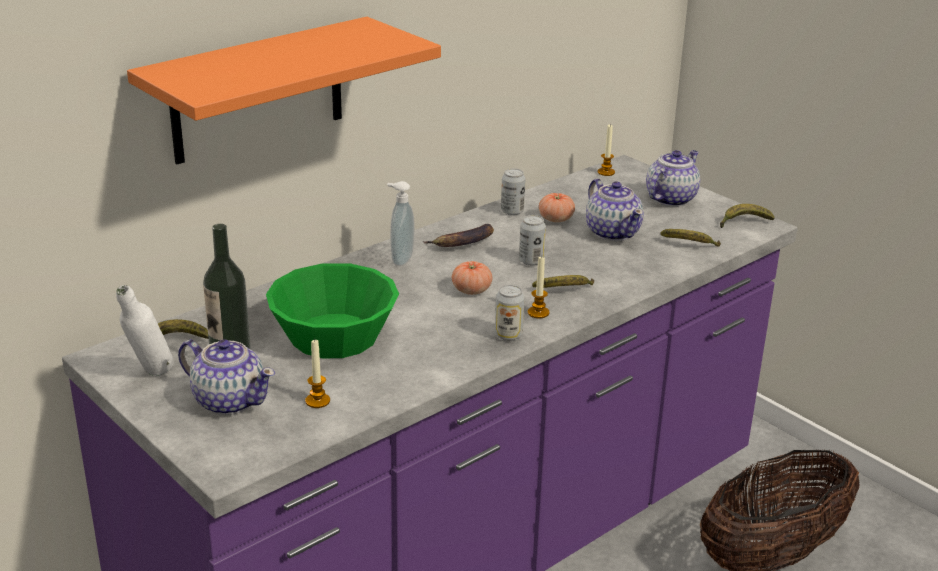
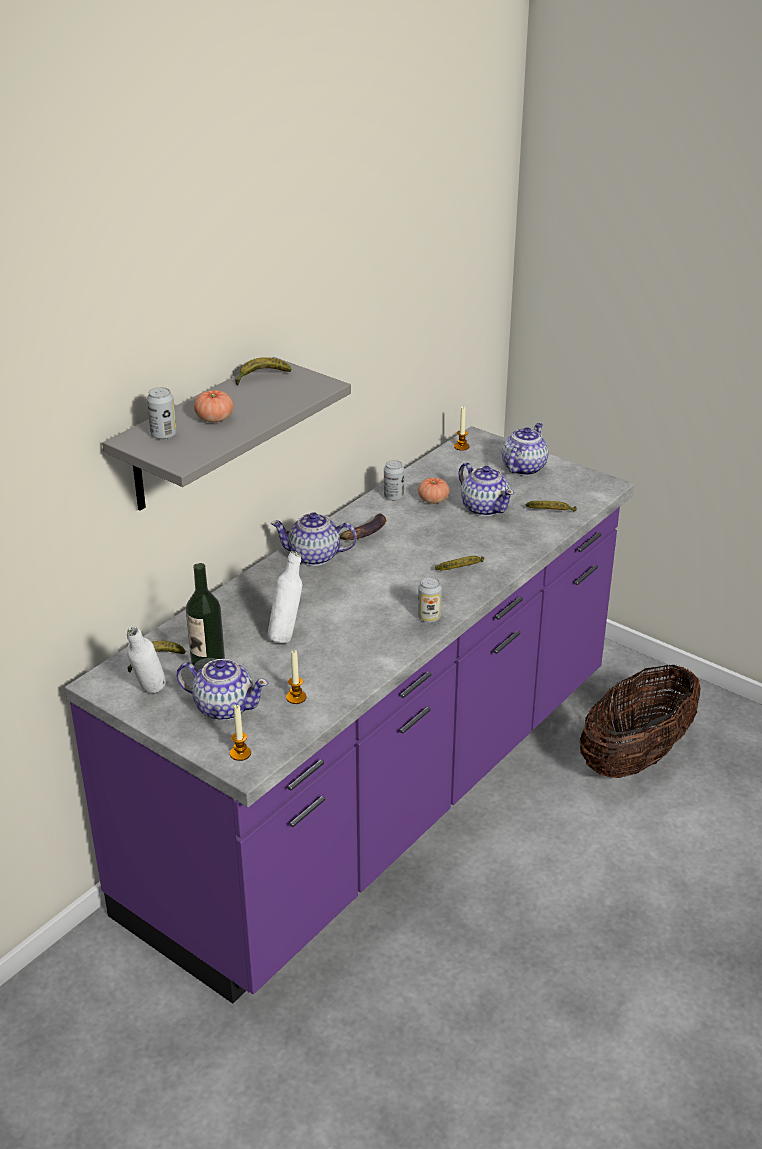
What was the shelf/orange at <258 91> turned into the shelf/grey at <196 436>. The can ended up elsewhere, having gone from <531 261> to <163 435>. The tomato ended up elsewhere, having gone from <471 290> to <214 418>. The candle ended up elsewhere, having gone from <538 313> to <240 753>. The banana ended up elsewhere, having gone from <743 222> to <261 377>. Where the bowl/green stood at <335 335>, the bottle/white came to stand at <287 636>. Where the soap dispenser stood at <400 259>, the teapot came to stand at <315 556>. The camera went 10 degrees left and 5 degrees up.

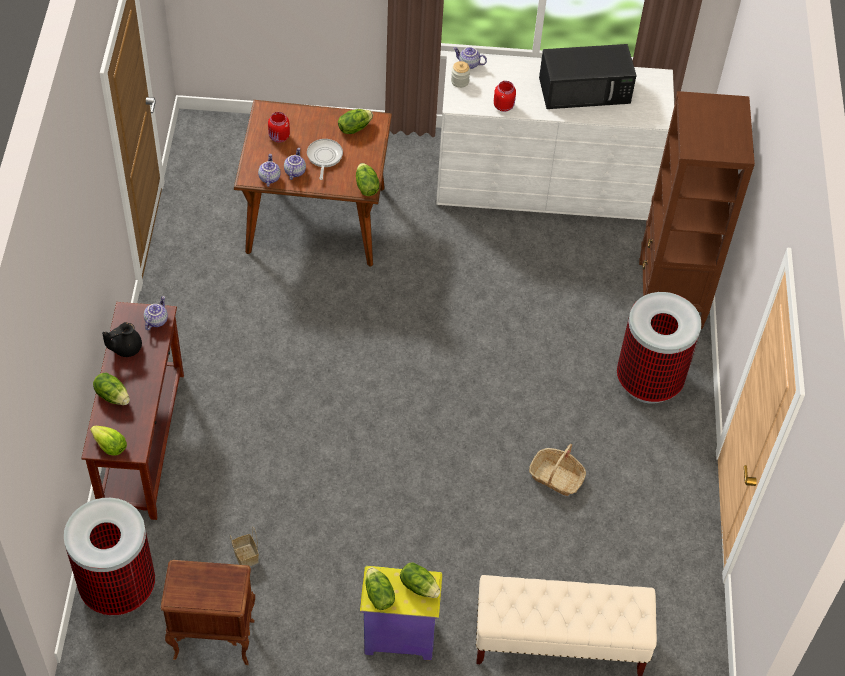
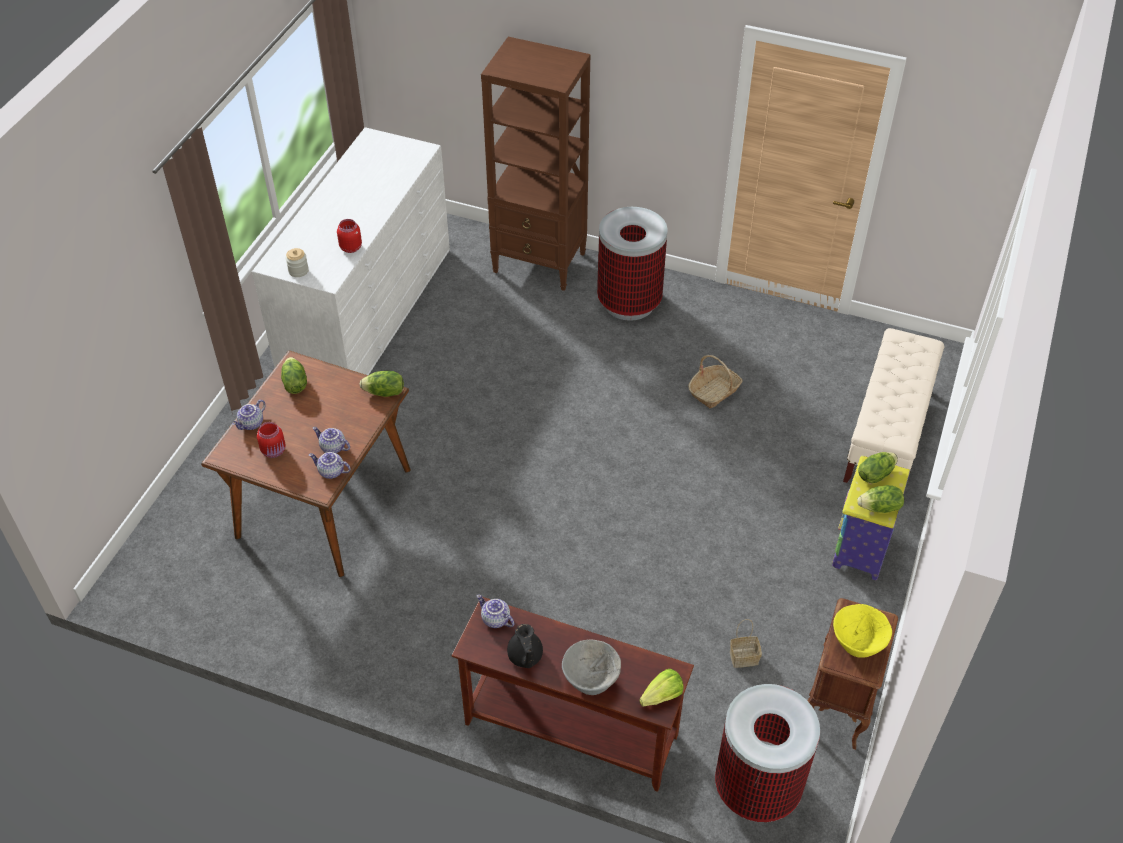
The teapot ended up elsewhere, having gone from <468 64> to <251 424>. Where the lettuce stood at <113 395>, the bowl/grey came to stand at <590 681>. The second view gained the bowl/yellow at <857 645>. The second view lost the frying pan at <324 157>. The second view lost the microwave/black at <586 90>. The camera went 70 degrees left and 5 degrees down.

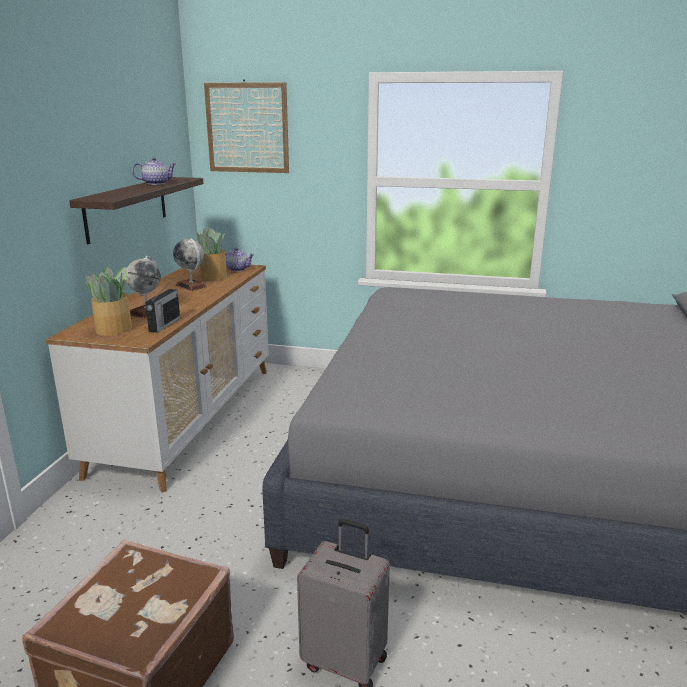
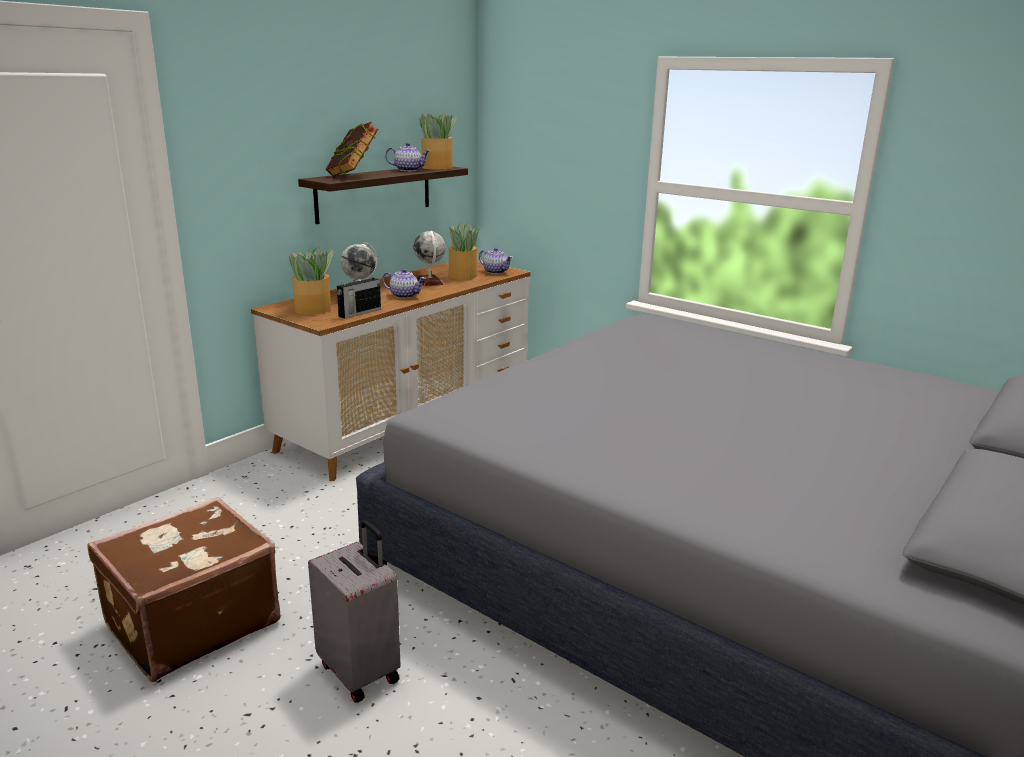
The second view gained the book at <353 176>. The second view gained the teapot at <404 296>. The second view gained the potted plant at <438 167>. The second view lost the picture at <247 126>. The camera went 25 degrees right and 0 degrees up.

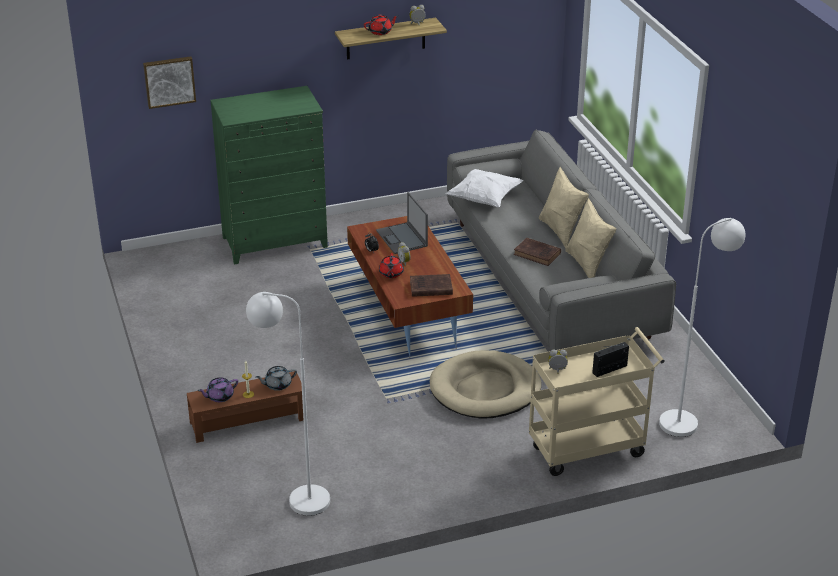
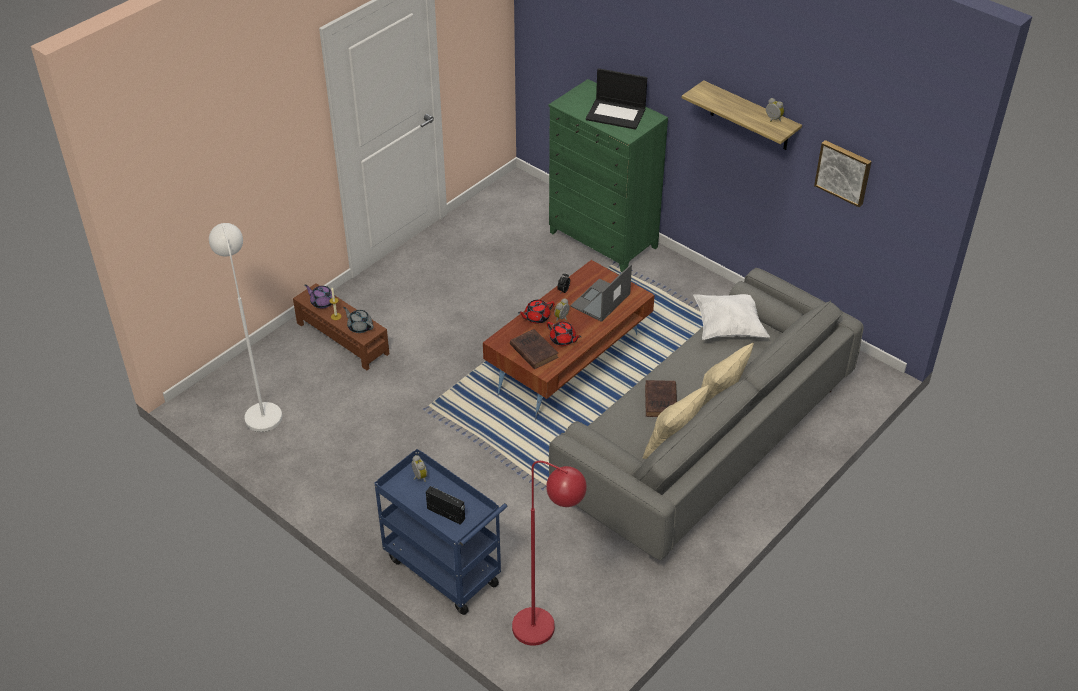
What was the cart/beige at <589 451> turned into the cart/blue at <445 574>. What was the floor lamp/white at <687 421> turned into the floor lamp/red at <545 633>. The teapot/red ended up elsewhere, having gone from <380 32> to <563 340>. The second view gained the laptop at <616 114>. The picture ended up elsewhere, having gone from <169 81> to <844 172>. The second view lost the dog bed/beige at <485 389>. The camera went 60 degrees right and 10 degrees up.

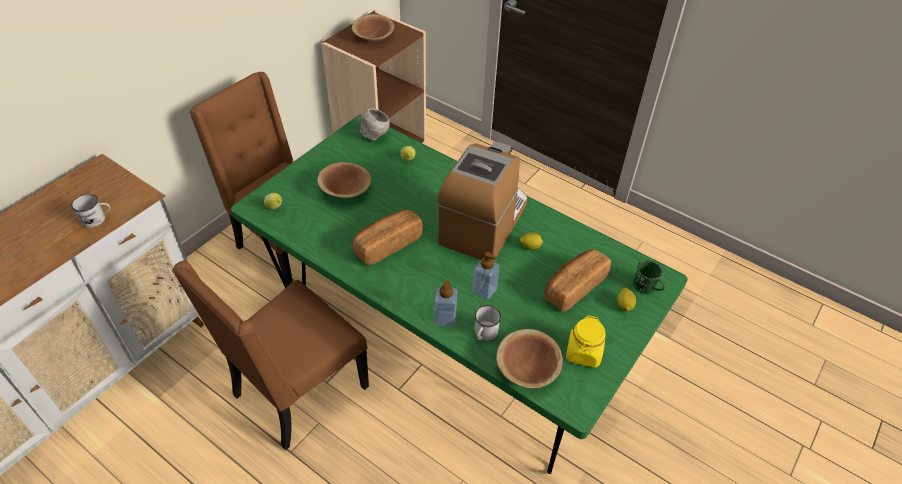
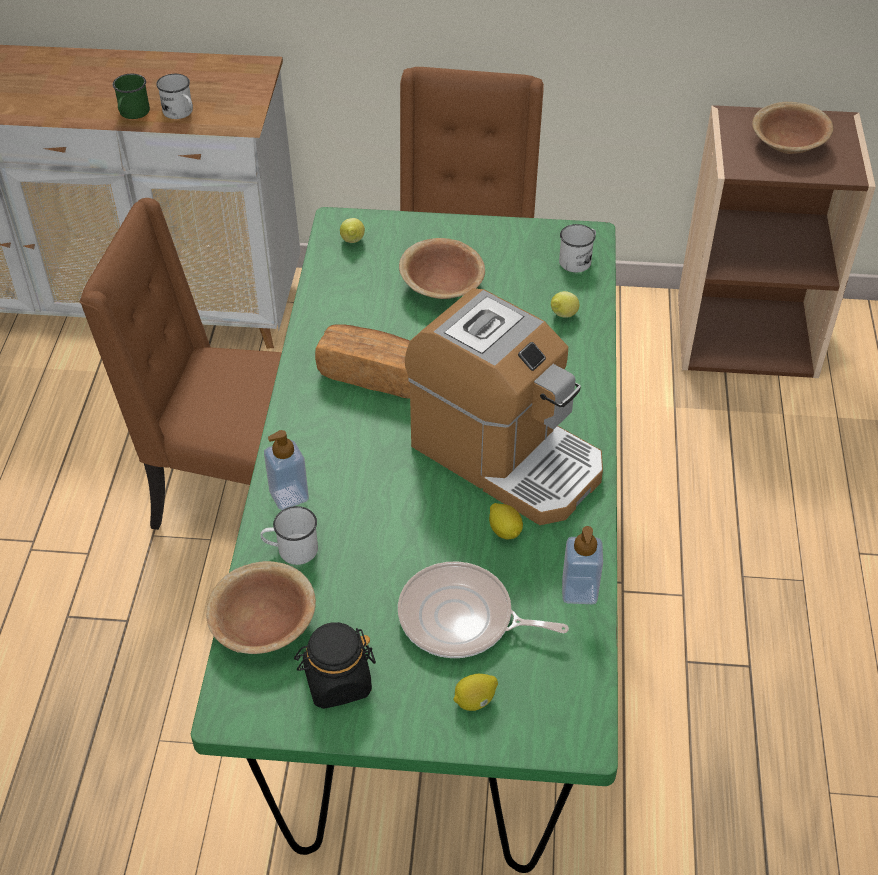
The mug/green ended up elsewhere, having gone from <647 287> to <132 114>. What was the jar/yellow at <583 353> turned into the jar/black at <337 682>. Where the bread stood at <573 287>, the frying pan came to stand at <461 619>. The coffee machine at <483 223> ended up facing another way, 45 degrees clockwise from before. Where the bowl/grey stood at <375 136>, the mug/white came to stand at <578 259>. The soap dispenser ended up elsewhere, having gone from <484 290> to <579 591>. The camera went 60 degrees right and 0 degrees up.

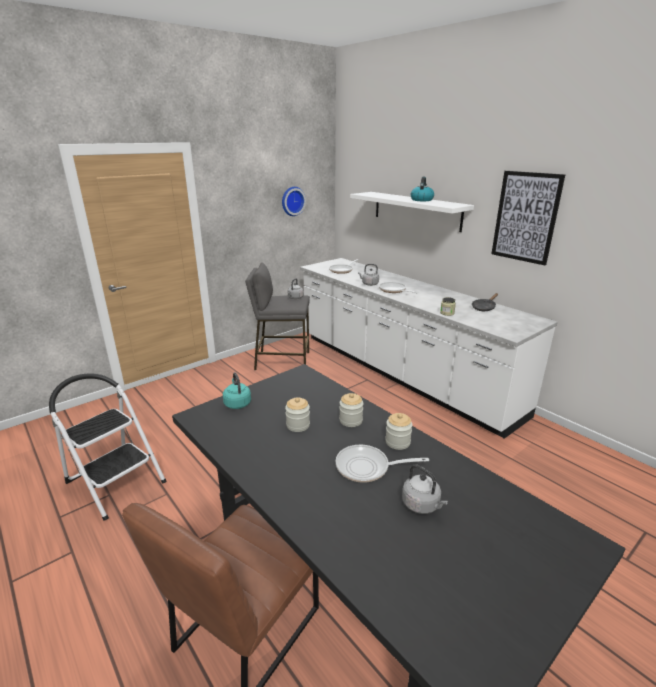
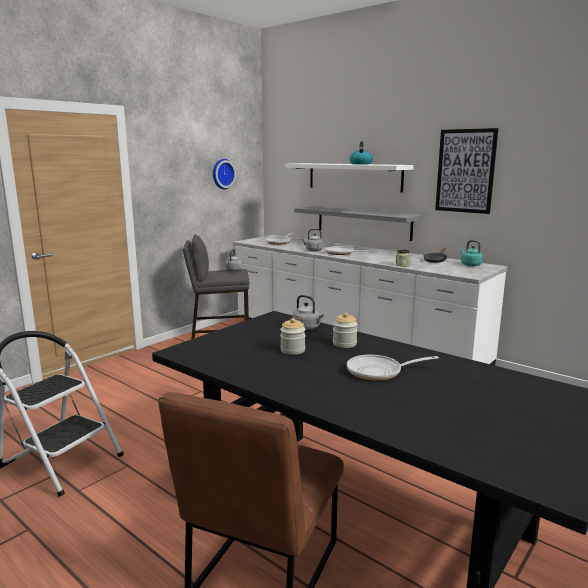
The kettle/grey ended up elsewhere, having gone from <422 505> to <307 328>. The second view gained the shelf/grey at <363 222>. The kettle/turquoise ended up elsewhere, having gone from <237 403> to <470 265>. The second view lost the jar at <397 442>. The camera went 10 degrees left and 10 degrees down.

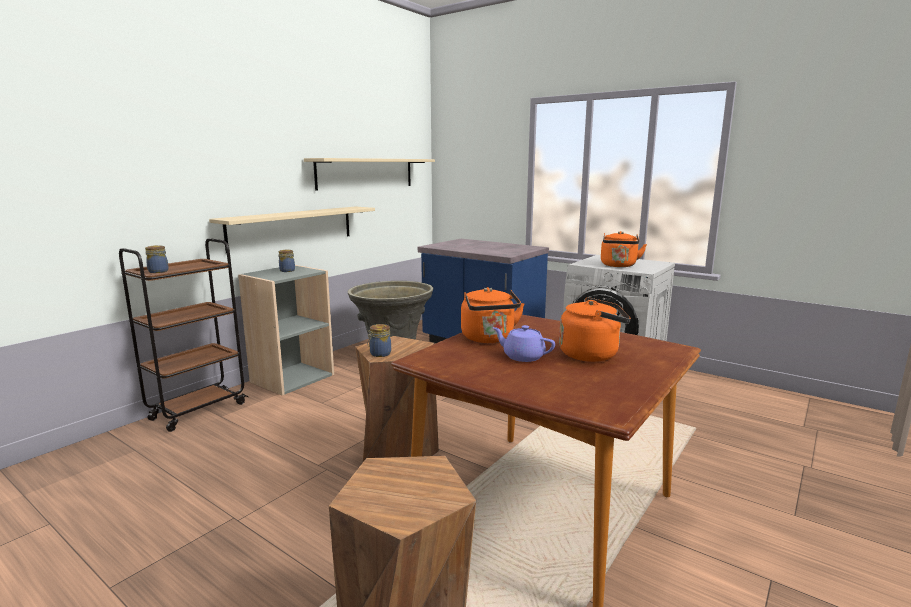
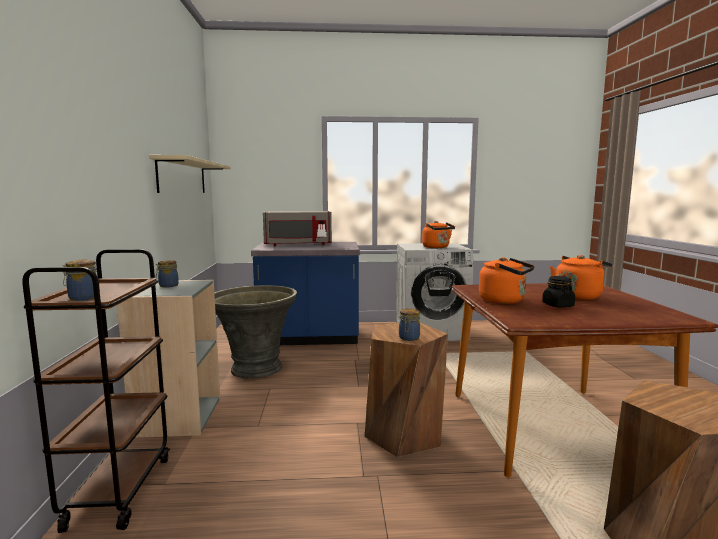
The second view gained the microwave/grey at <297 244>. Where the teapot/purple stood at <522 356>, the jar/black came to stand at <557 305>. The second view lost the shelf/beige at <292 228>. The camera went 40 degrees left and 5 degrees down.

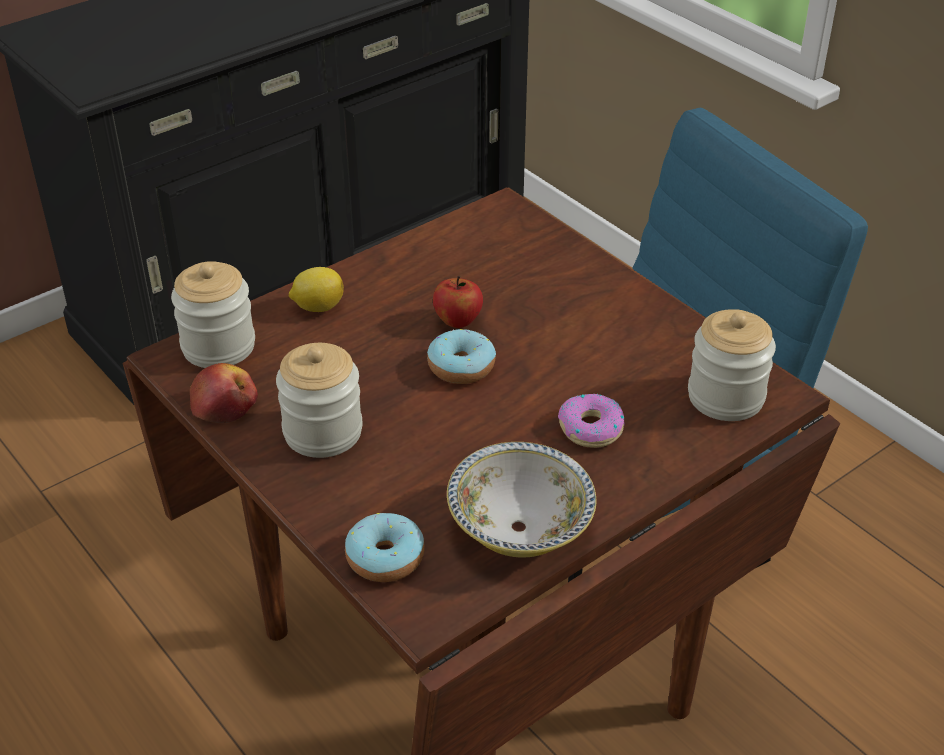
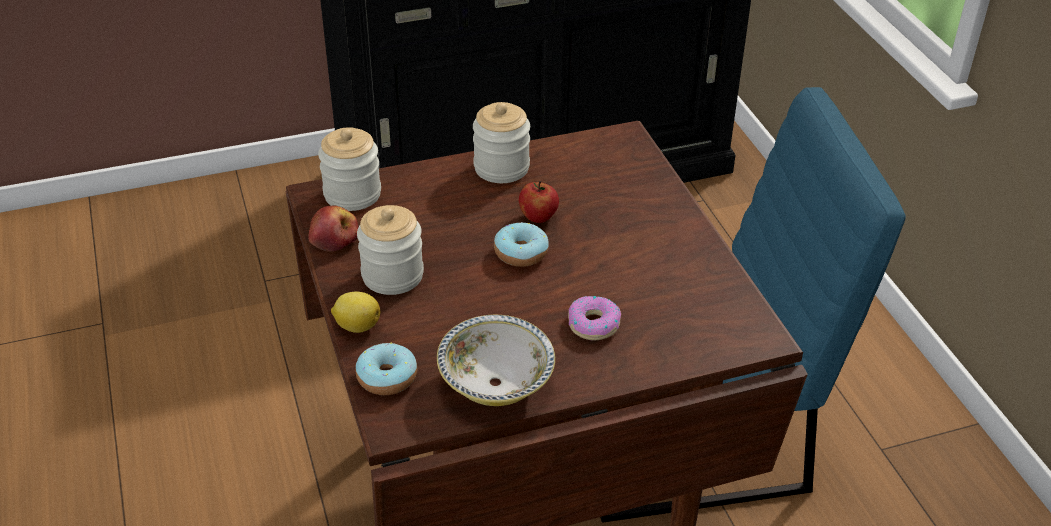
The lemon ended up elsewhere, having gone from <317 307> to <356 326>. The jar ended up elsewhere, having gone from <725 397> to <501 168>. The camera went 20 degrees right and 0 degrees up.

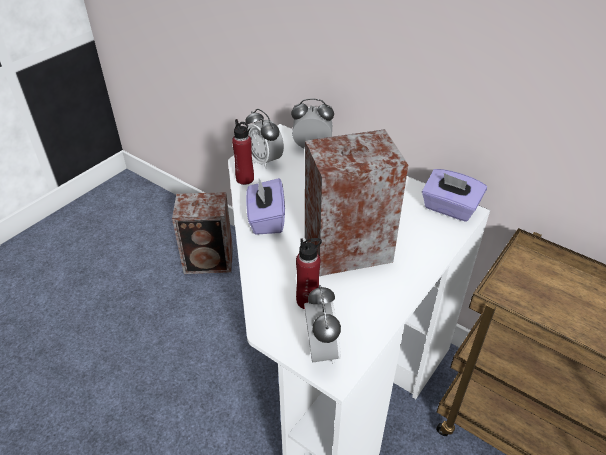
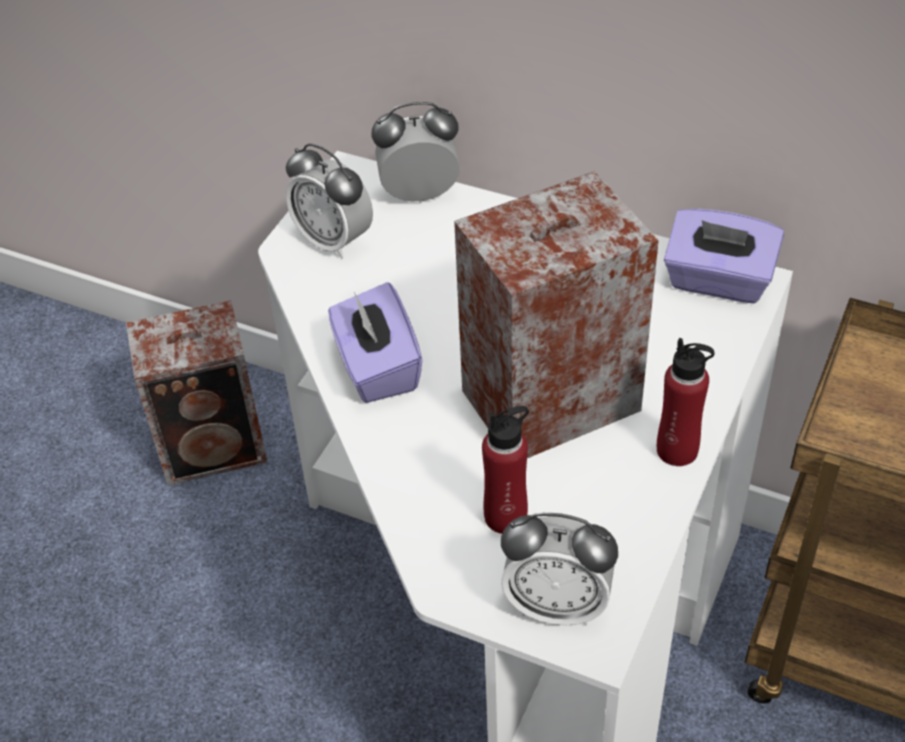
The alarm clock at <321 350> ended up facing another way, 120 degrees clockwise from before. The bottle/red ended up elsewhere, having gone from <245 179> to <677 450>. The camera went 10 degrees left and 5 degrees up.

